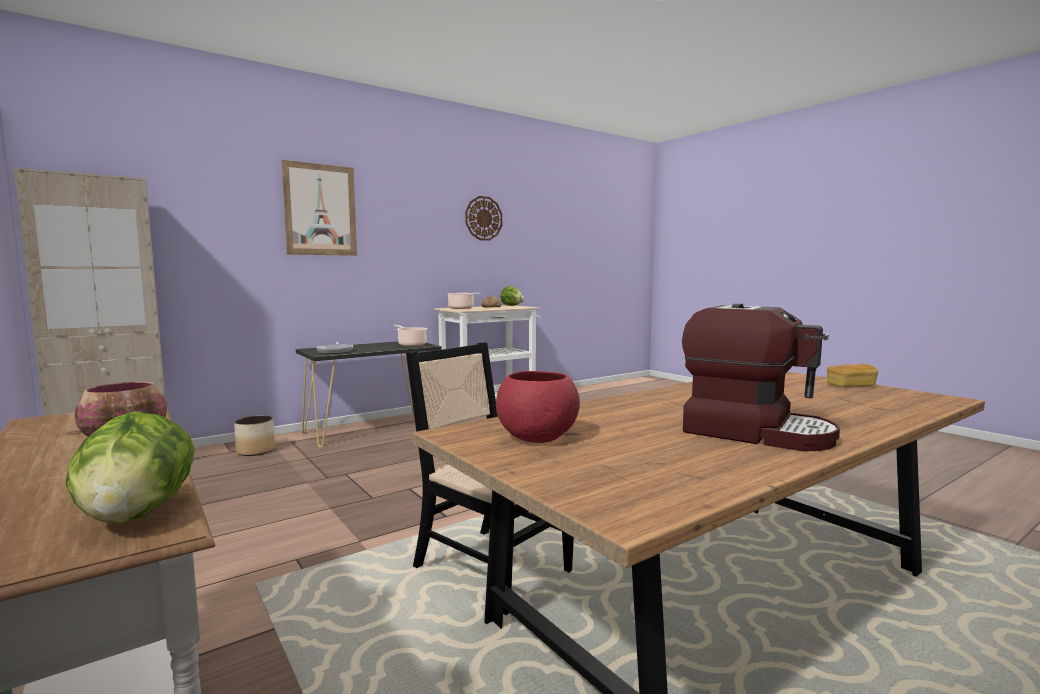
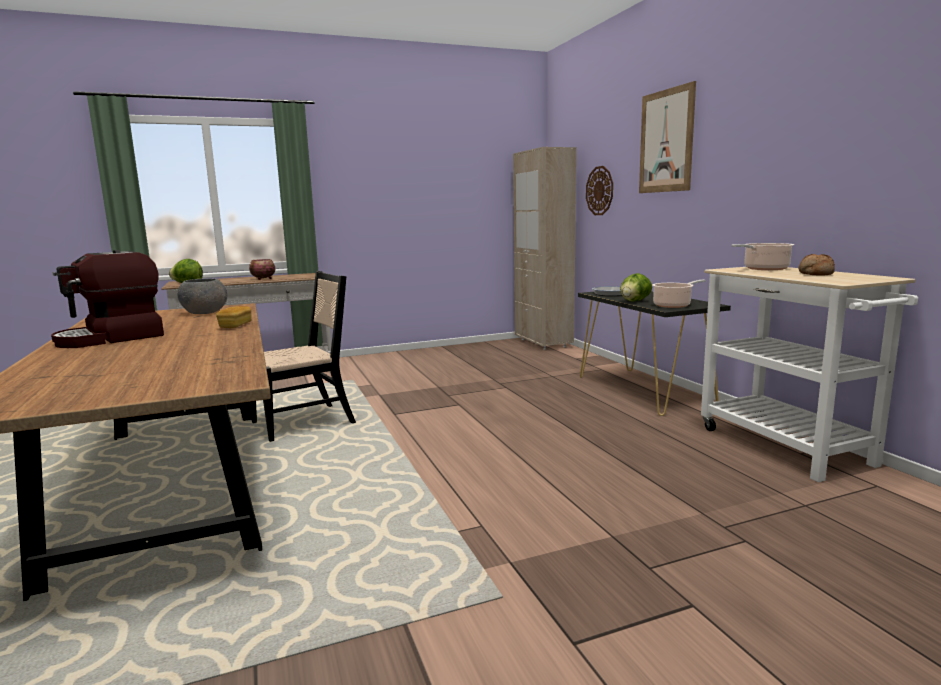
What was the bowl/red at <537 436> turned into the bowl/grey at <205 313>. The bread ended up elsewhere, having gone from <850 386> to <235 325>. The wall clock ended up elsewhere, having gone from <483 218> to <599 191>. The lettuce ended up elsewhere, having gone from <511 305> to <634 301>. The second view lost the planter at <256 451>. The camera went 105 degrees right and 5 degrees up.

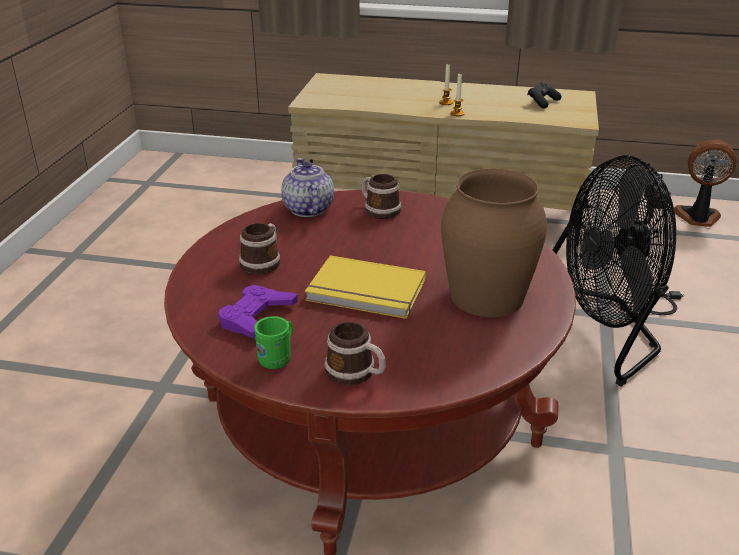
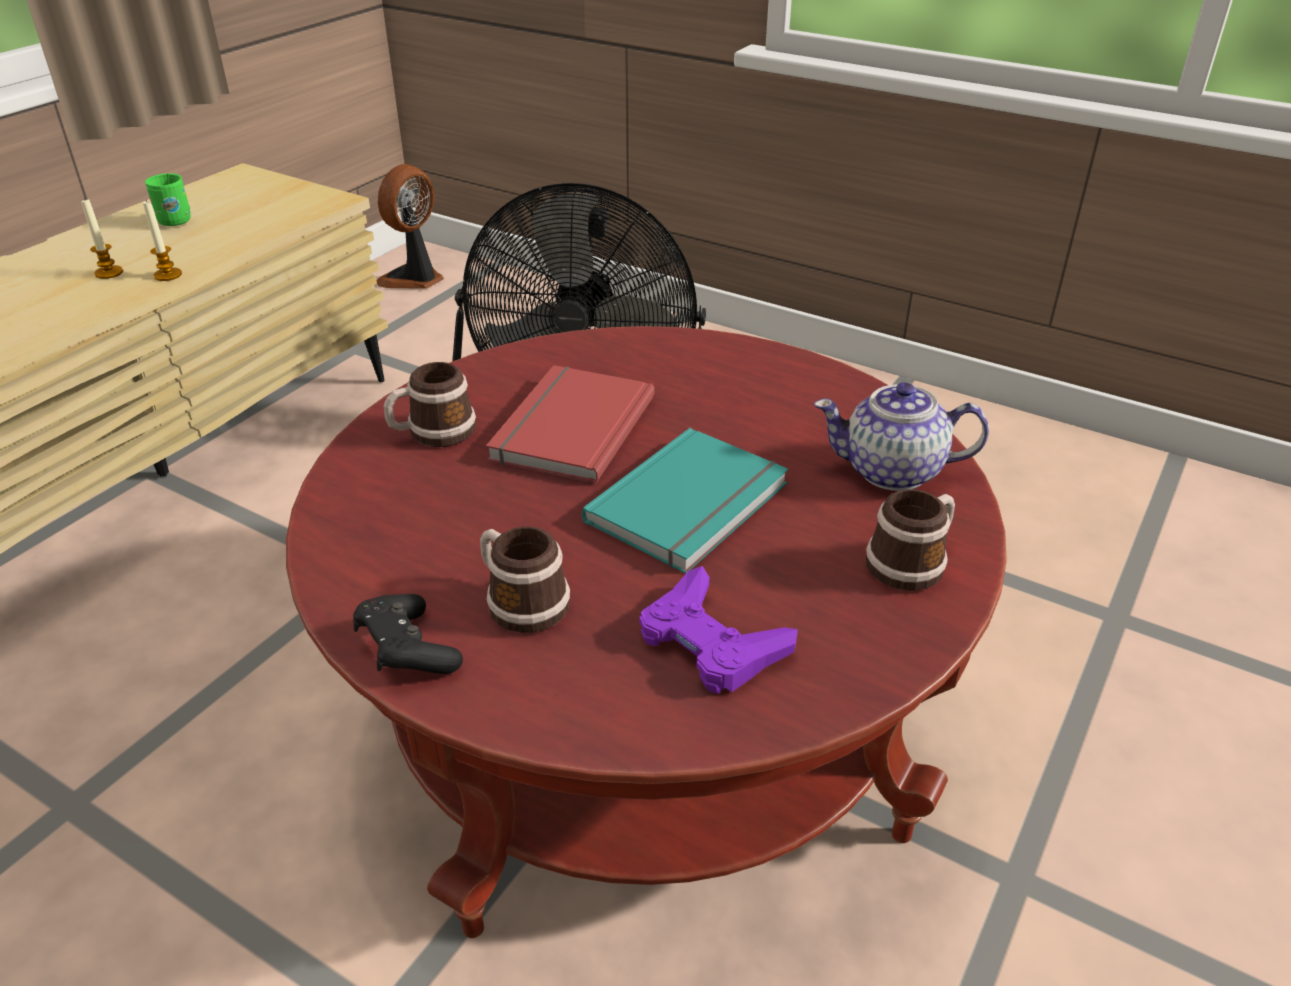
The mug/green ended up elsewhere, having gone from <278 358> to <173 220>. The game controller/black ended up elsewhere, having gone from <542 102> to <407 652>. The second view gained the book/red at <568 428>. What was the book/yellow at <365 292> turned into the book/turquoise at <693 505>. The teapot ended up elsewhere, having gone from <307 209> to <891 471>. The second view lost the vase/brown at <486 296>. The camera went 70 degrees left and 5 degrees up.

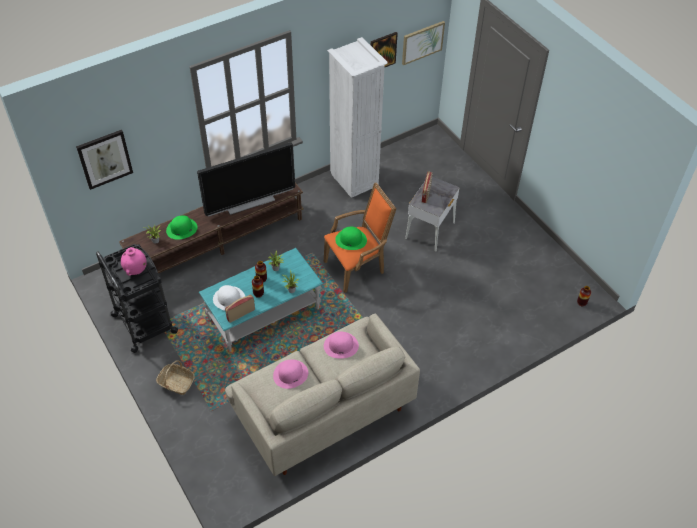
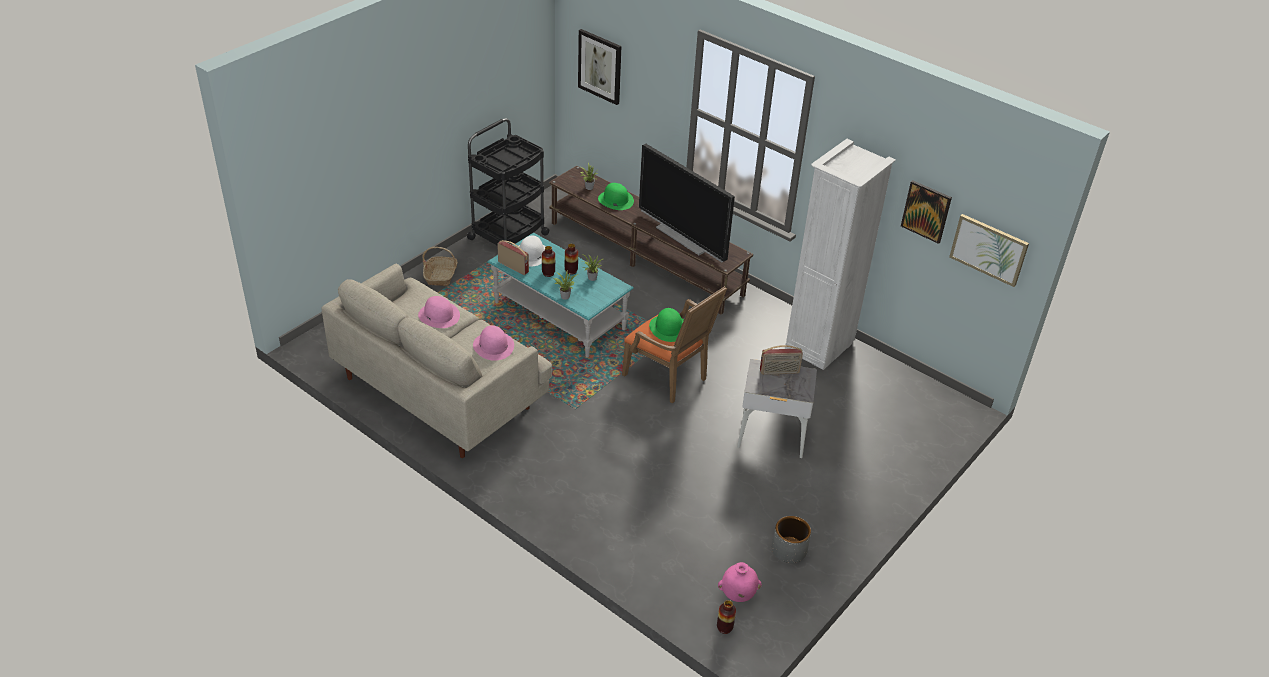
The vase/pink ended up elsewhere, having gone from <136 270> to <737 595>. The second view gained the planter/grey at <788 550>. The camera went 70 degrees right and 10 degrees down.

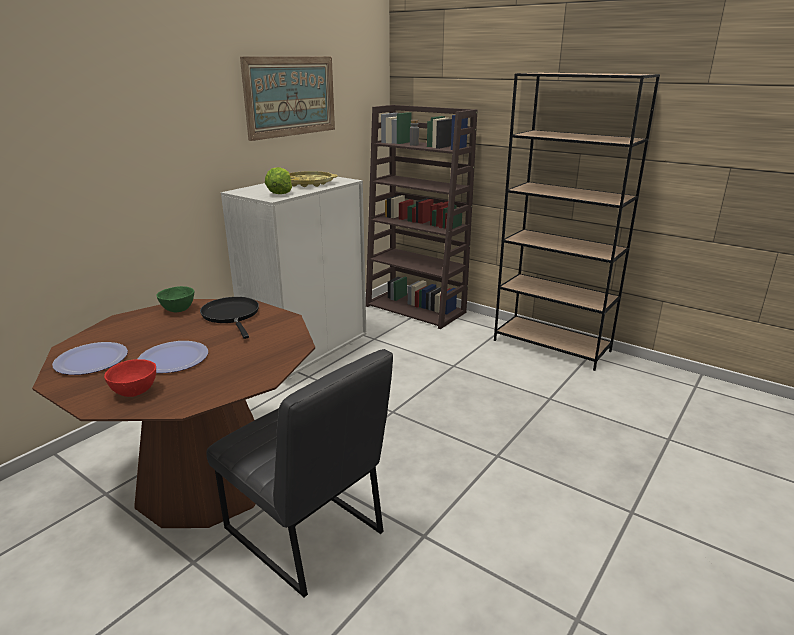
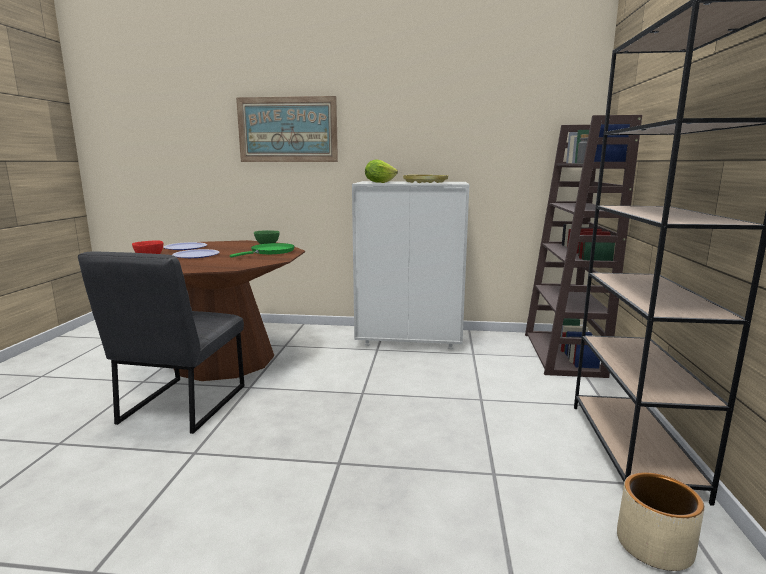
What was the frying pan/black at <231 315> turned into the frying pan/green at <270 252>. The picture ended up elsewhere, having gone from <291 96> to <287 129>. The second view gained the planter/beige at <654 546>. The camera went 60 degrees right and 10 degrees down.

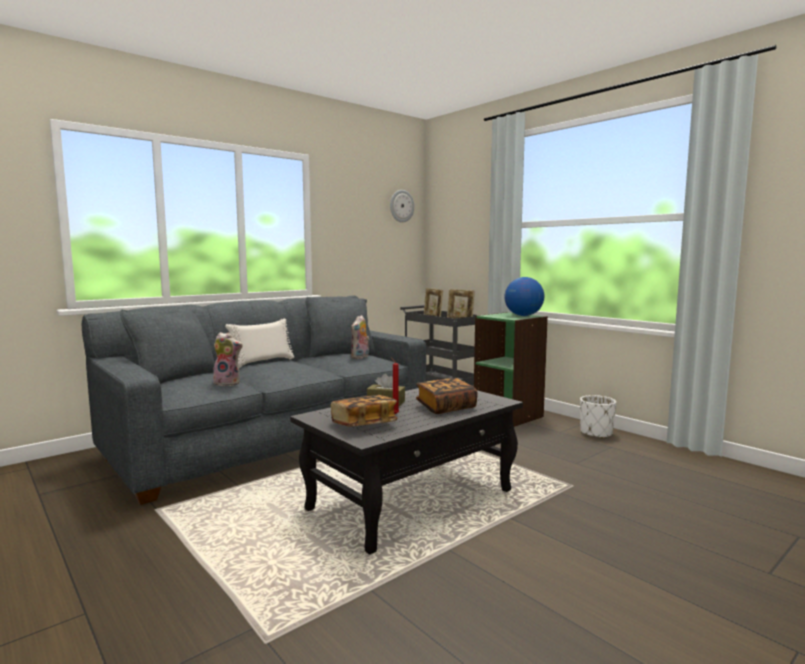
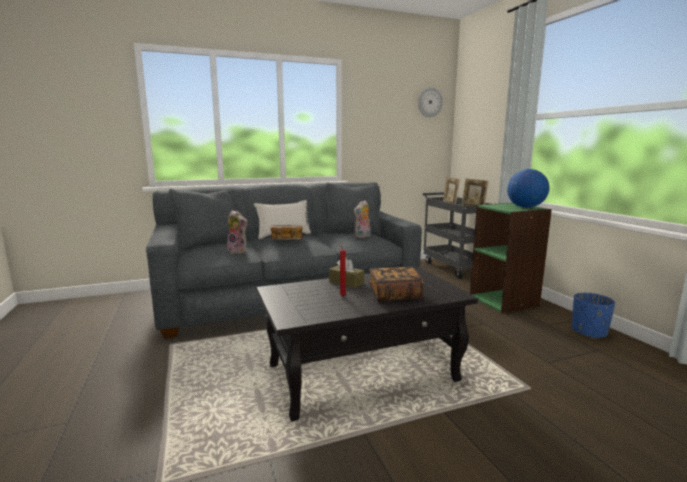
The book ended up elsewhere, having gone from <364 425> to <286 240>. What was the planter/white at <596 433> turned into the planter/blue at <589 332>. The camera went 20 degrees right and 5 degrees up.

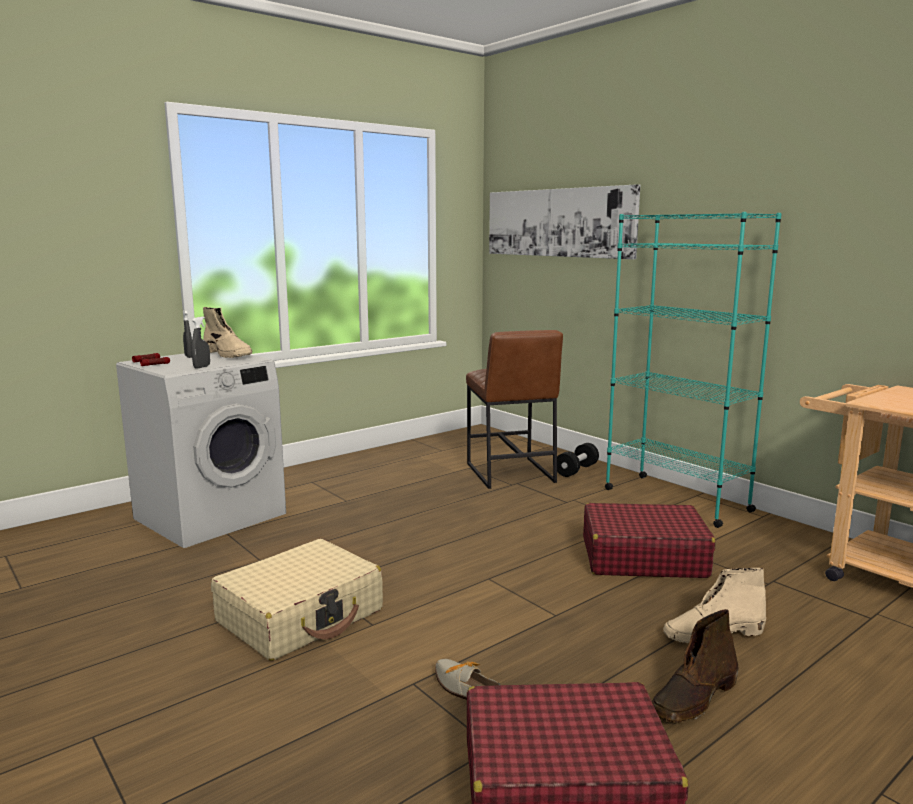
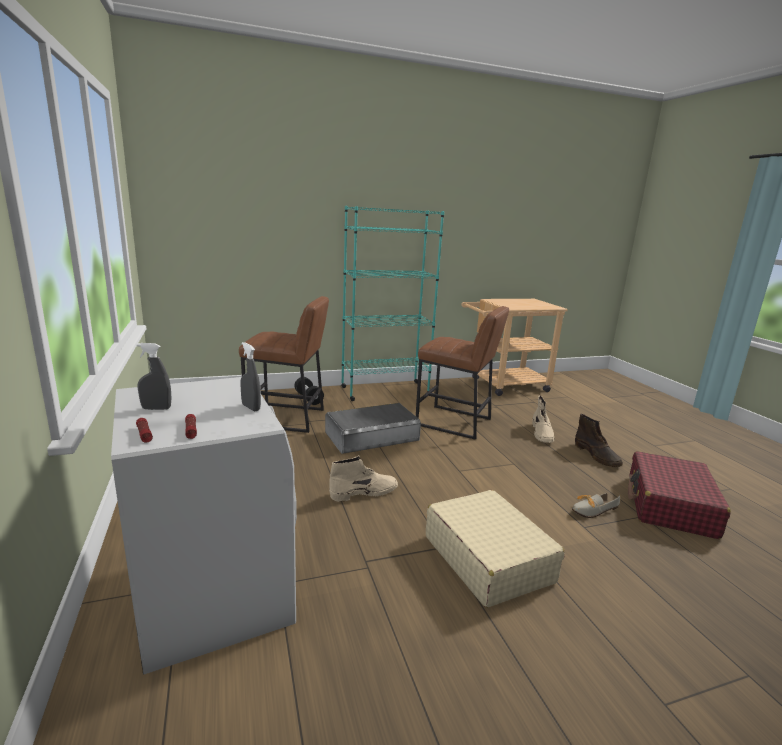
The second view gained the storage box/grey at <371 436>. The boot/beige ended up elsewhere, having gone from <228 354> to <364 492>. Where the suitcase/red stood at <642 557>, the chair/brown came to stand at <455 422>. The second view lost the picture at <558 222>. The camera went 70 degrees left and 5 degrees up.

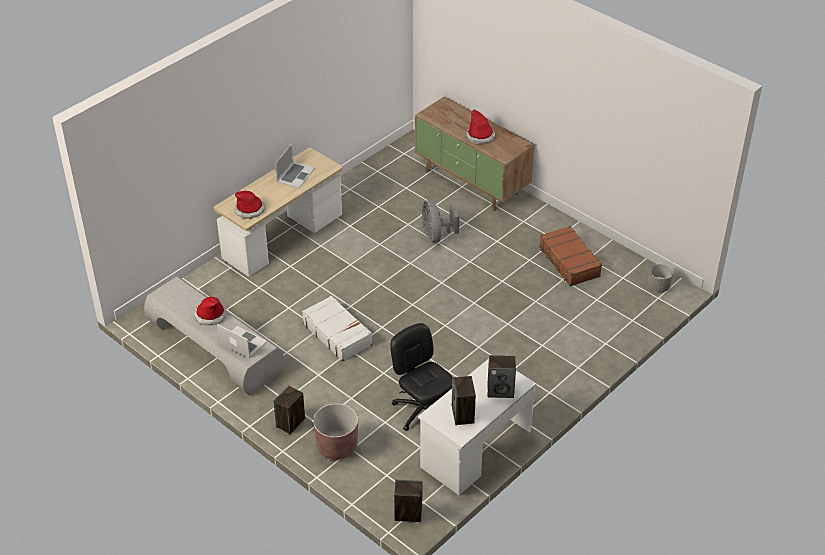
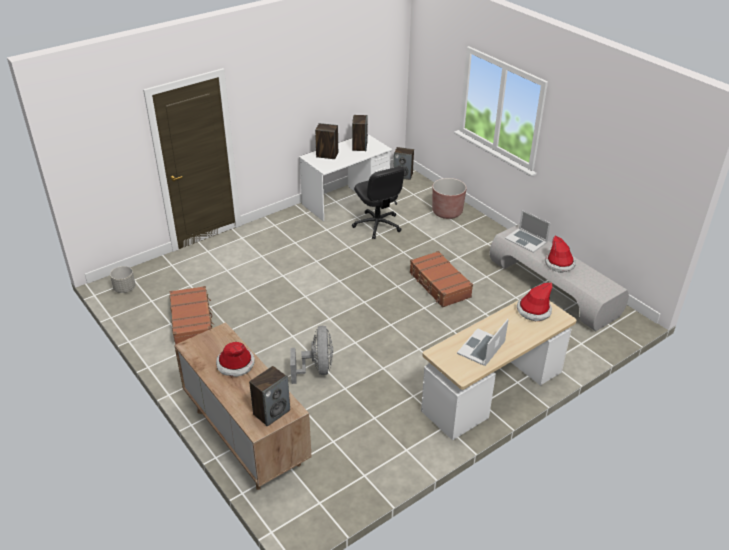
The speaker ended up elsewhere, having gone from <290 423> to <271 412>. What was the suitcase/white at <337 334> turned into the suitcase/brown at <439 285>. The camera went 170 degrees left and 5 degrees down.

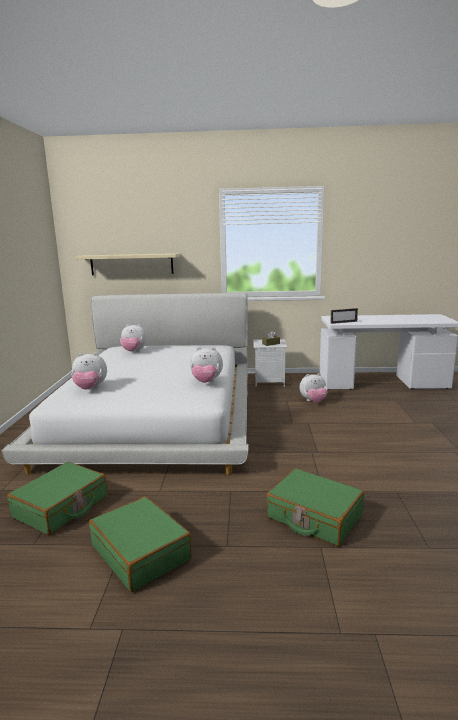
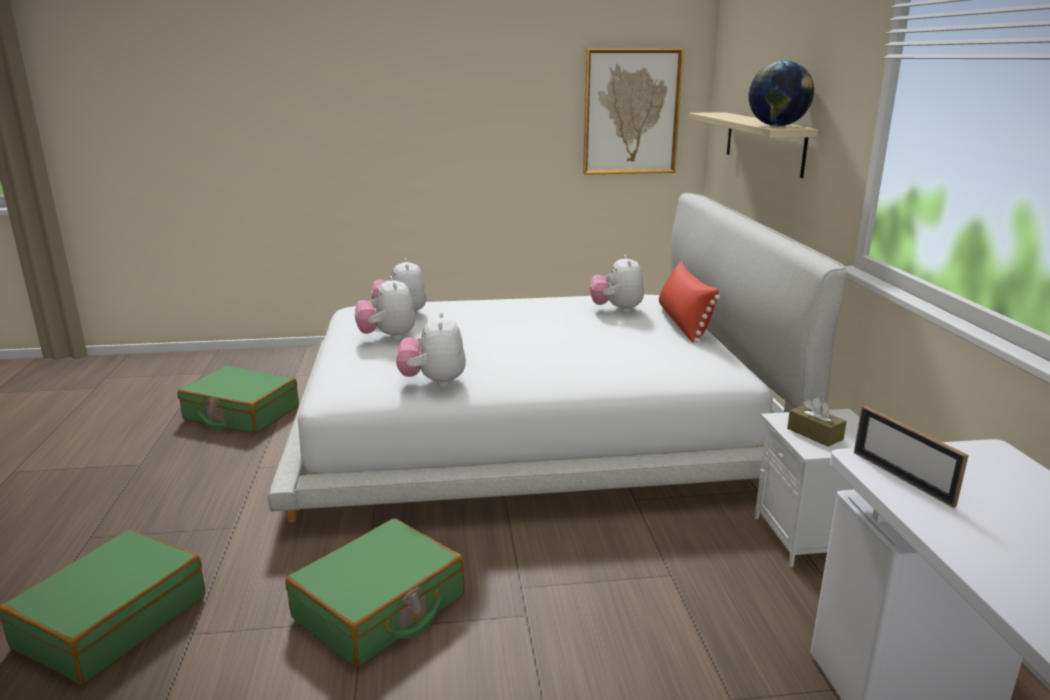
The suitcase/green ended up elsewhere, having gone from <141 552> to <380 608>. The plush toy ended up elsewhere, having gone from <313 401> to <387 337>. The second view gained the picture at <631 112>. The second view gained the pillow/red at <683 323>. The second view gained the globe at <777 126>. The camera went 80 degrees right and 5 degrees up.

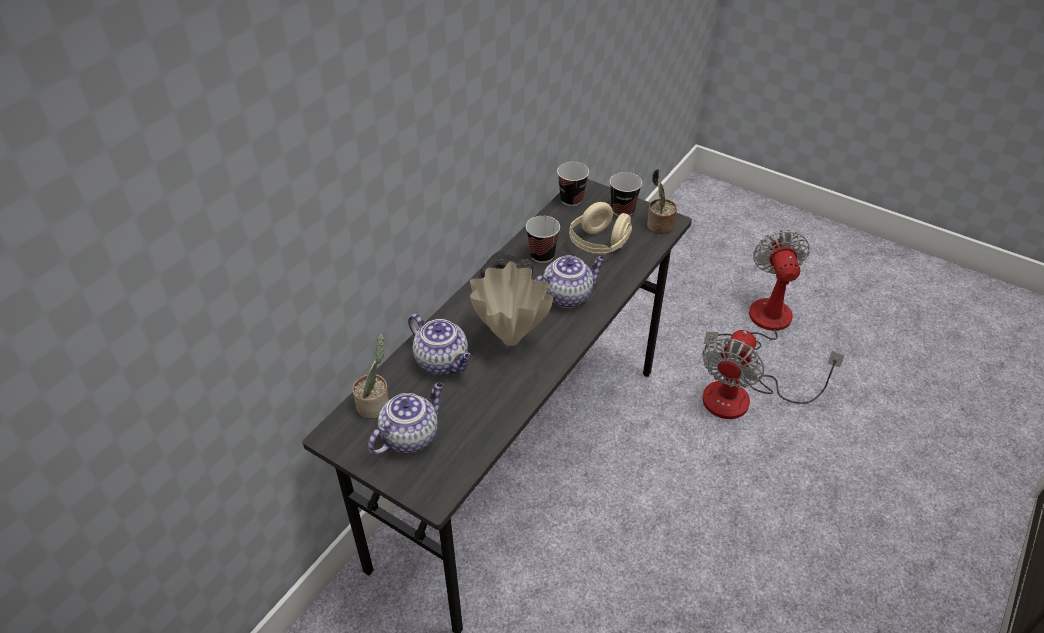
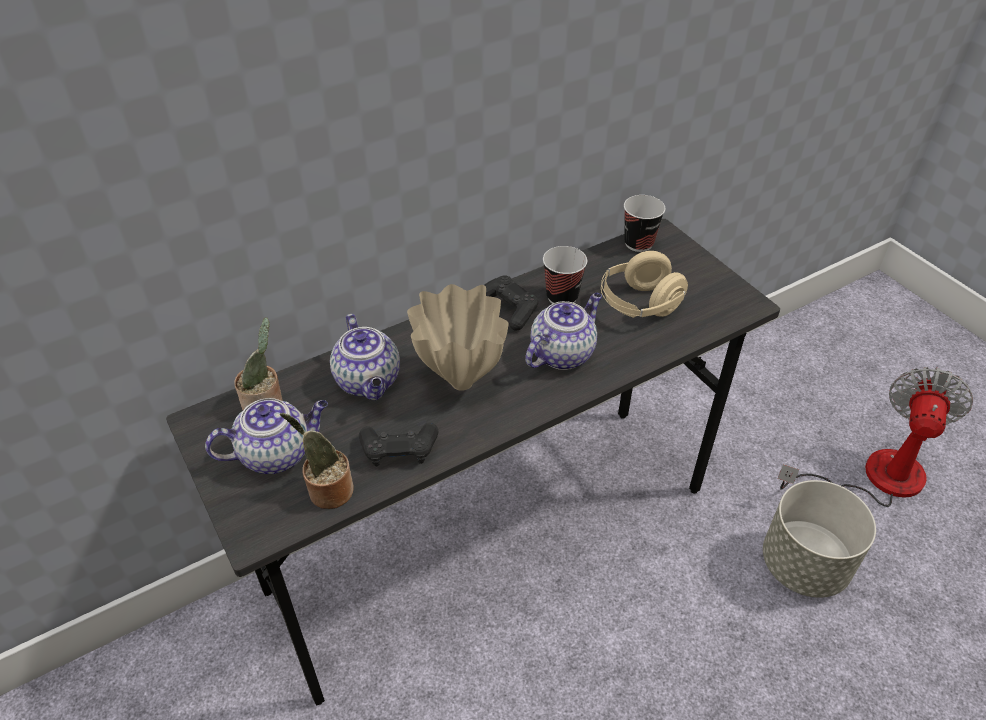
The potted plant ended up elsewhere, having gone from <658 226> to <327 491>. The second view gained the game controller/black at <399 450>. The teapot at <568 295> ended up facing another way, 45 degrees counterclockwise from before. Where the fan stood at <743 398>, the planter/grey came to stand at <804 565>. The second view lost the cup at <622 210>. The camera went 25 degrees right and 0 degrees up.

